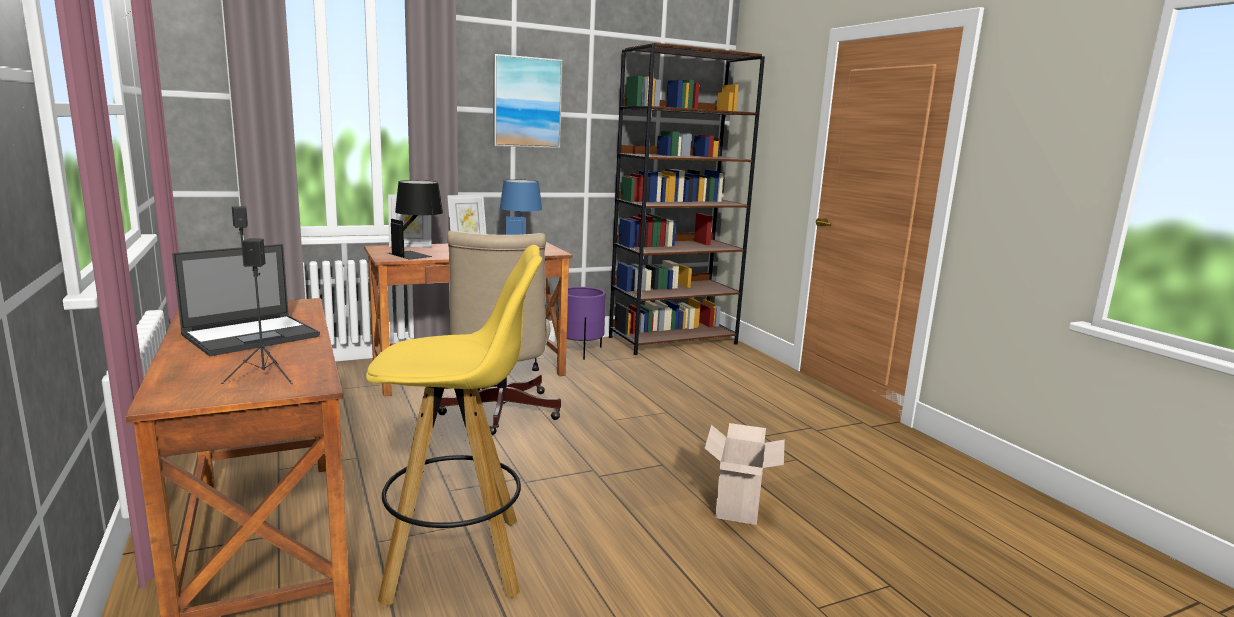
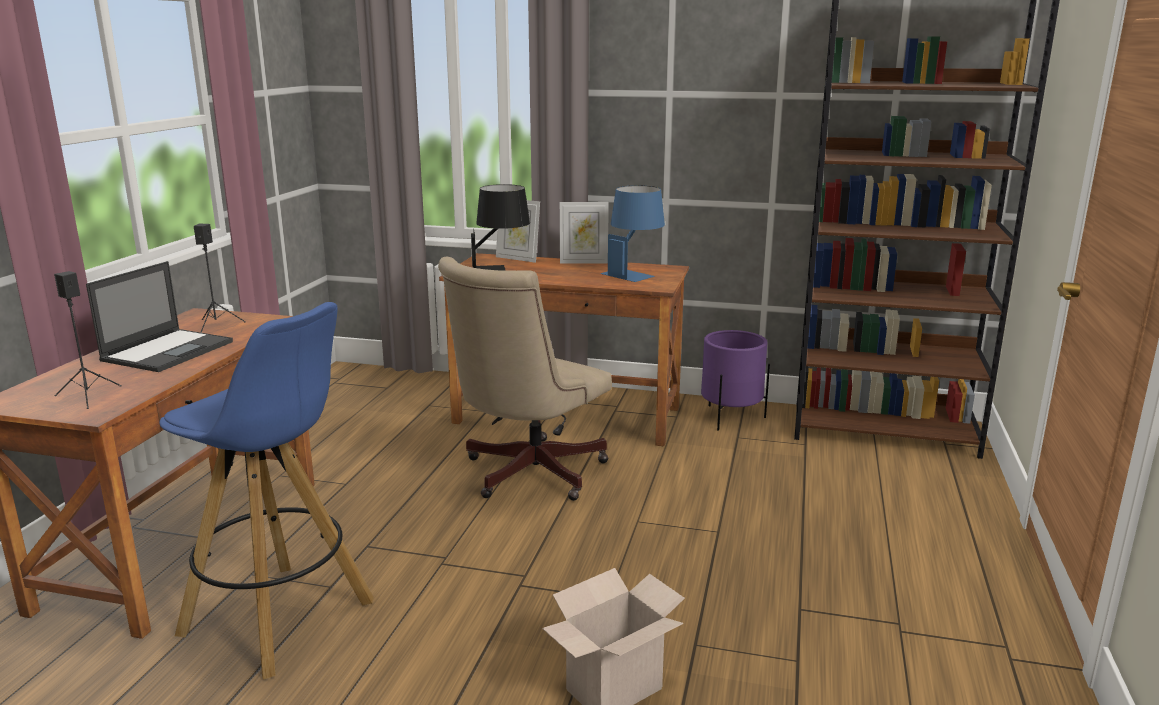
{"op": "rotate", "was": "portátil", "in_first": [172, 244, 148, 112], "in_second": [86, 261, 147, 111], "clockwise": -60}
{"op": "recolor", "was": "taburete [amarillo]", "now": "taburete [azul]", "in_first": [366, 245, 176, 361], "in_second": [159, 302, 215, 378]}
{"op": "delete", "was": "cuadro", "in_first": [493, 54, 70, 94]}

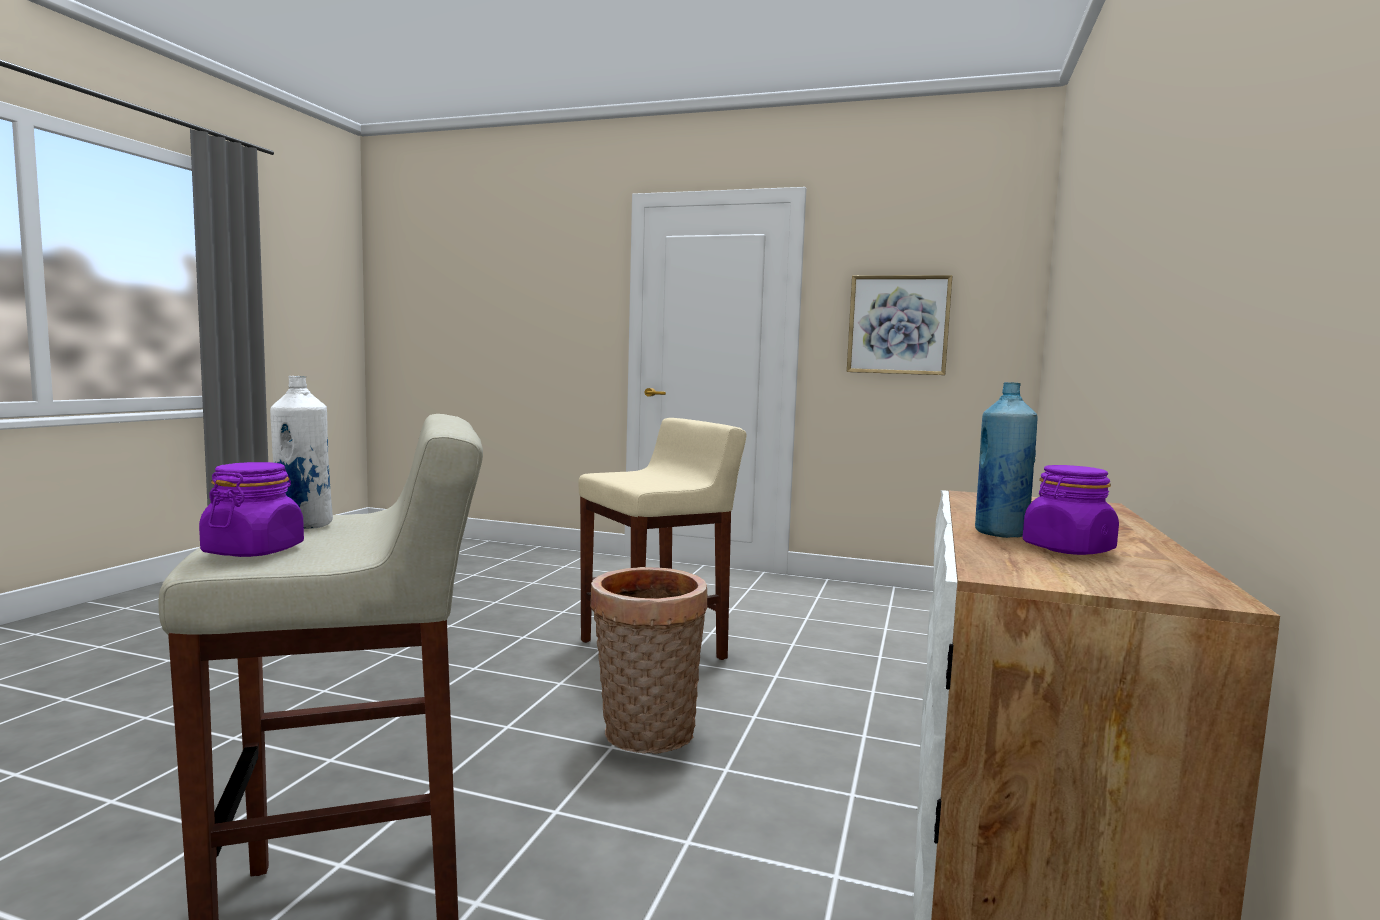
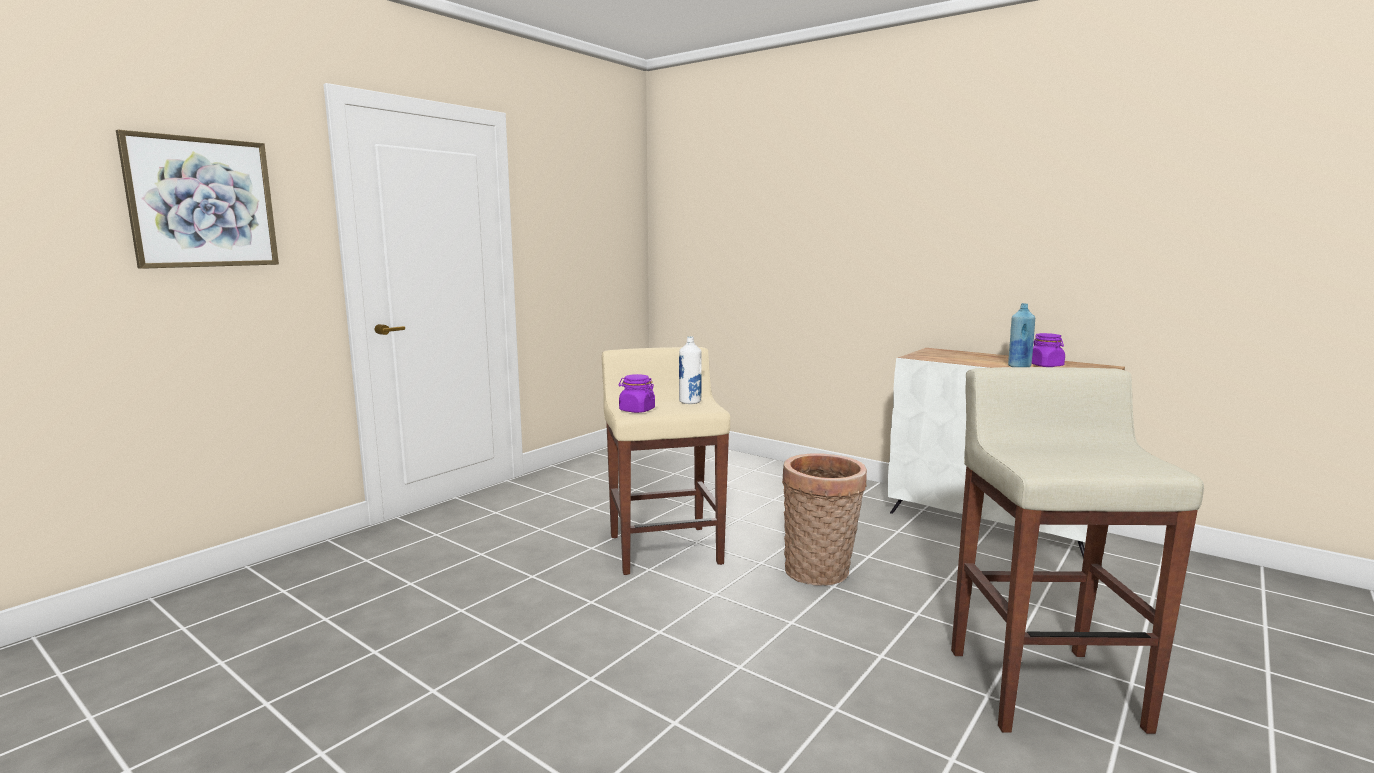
{"op": "move", "was": "cuadro", "in_first": [847, 275, 106, 100], "in_second": [116, 130, 163, 139]}
{"op": "move", "was": "tarro [morado]", "in_first": [199, 462, 105, 95], "in_second": [619, 374, 36, 39]}
{"op": "move", "was": "botella [blanco]", "in_first": [270, 376, 63, 153], "in_second": [679, 336, 23, 68]}

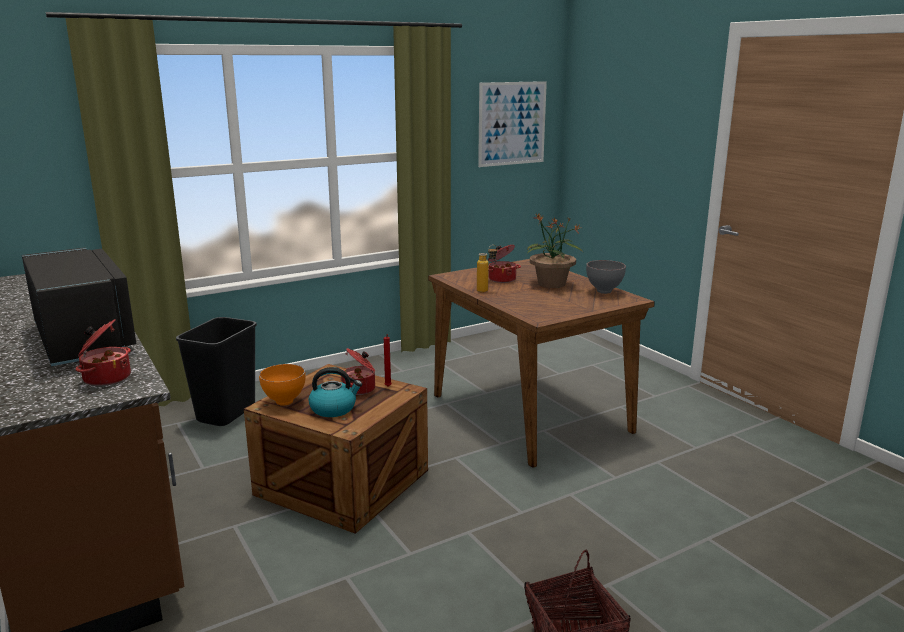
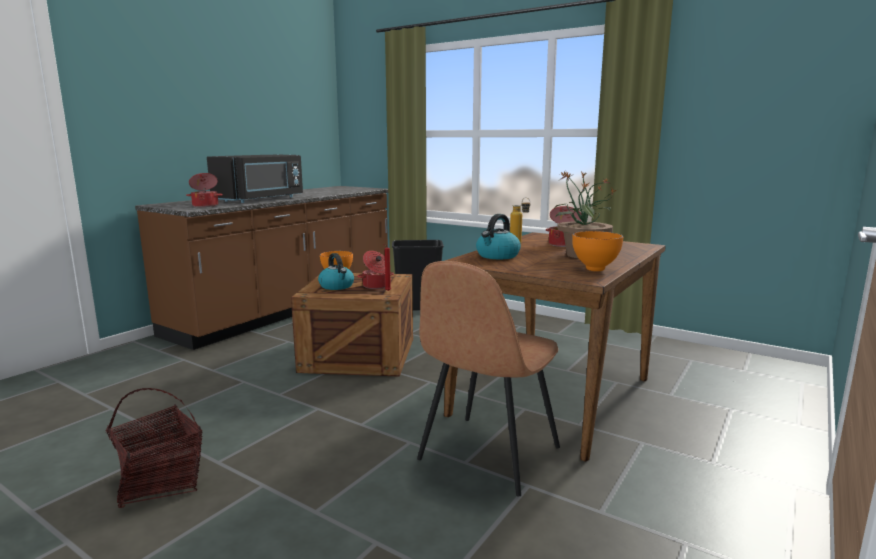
{"op": "insert", "now": "silla [marrón]", "in_second": [417, 261, 143, 235]}
{"op": "insert", "now": "hervidor", "in_second": [476, 214, 45, 45]}
{"op": "recolor", "was": "cuenco [gris]", "now": "cuenco [naranja]", "in_first": [586, 260, 40, 34], "in_second": [572, 231, 51, 40]}
{"op": "delete", "was": "cuadro", "in_first": [478, 81, 69, 86]}

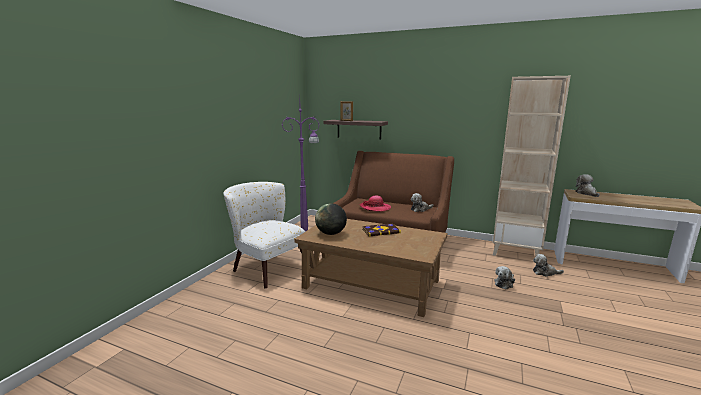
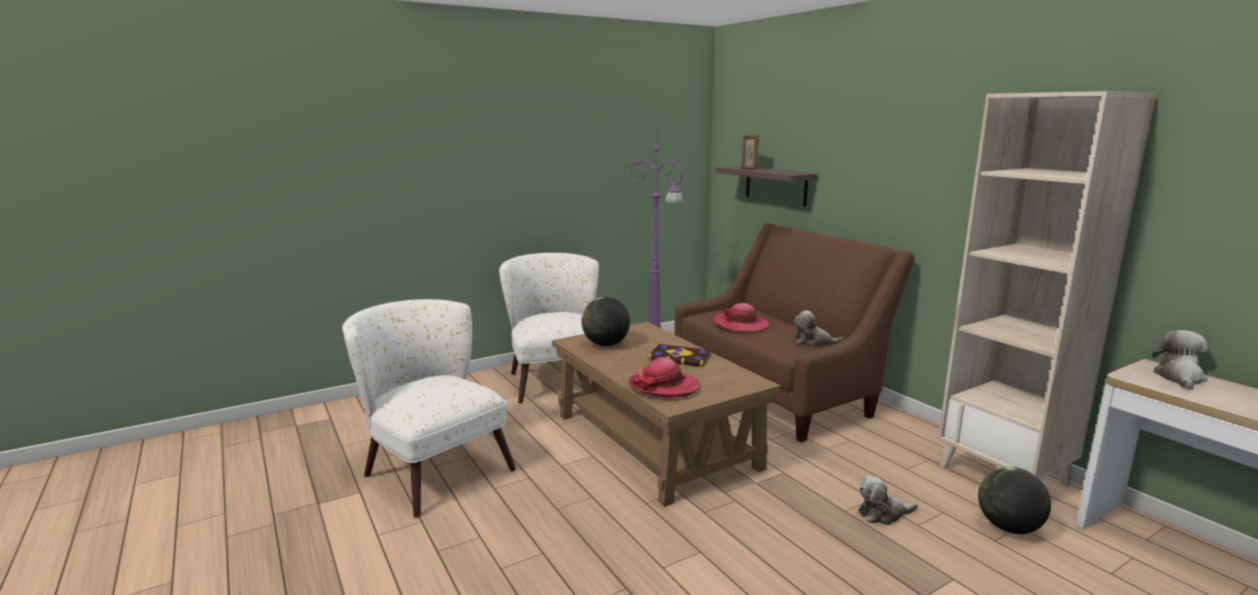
{"op": "insert", "now": "sillón [blanco]", "in_second": [342, 299, 174, 219]}
{"op": "insert", "now": "sombrero", "in_second": [628, 357, 72, 40]}
{"op": "replace", "was": "peluche", "now": "globo terráqueo", "in_first": [533, 254, 31, 23], "in_second": [978, 466, 73, 68]}

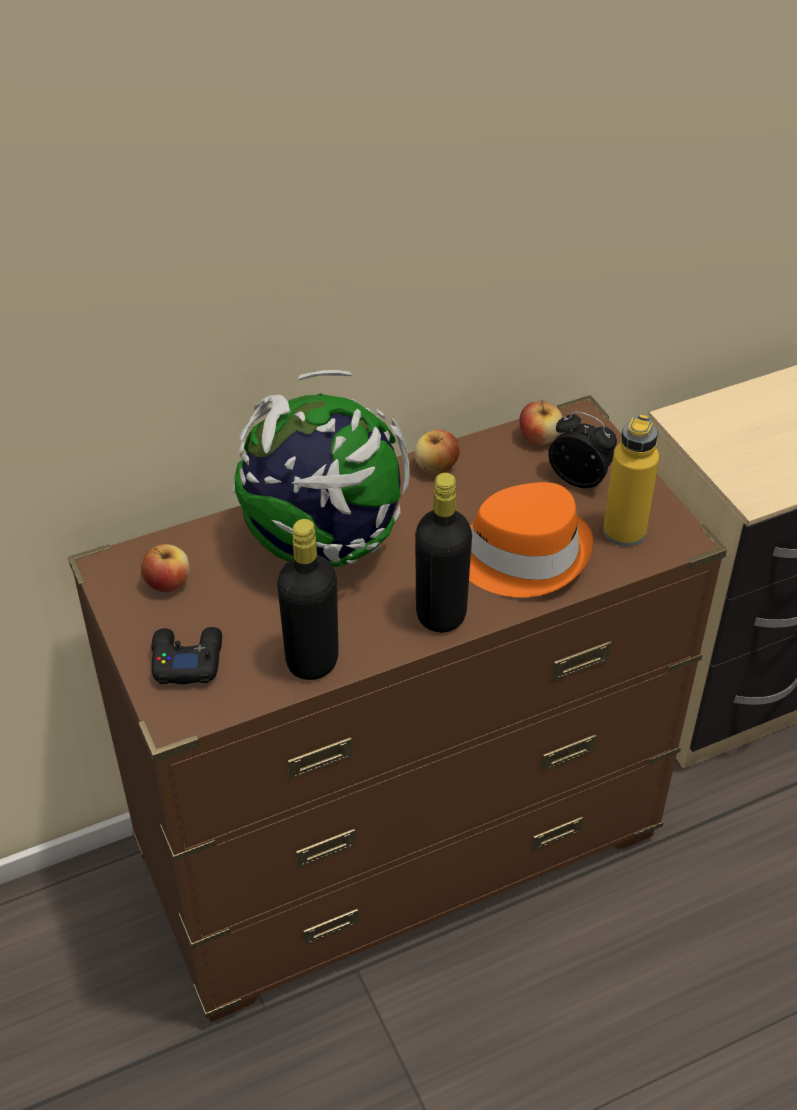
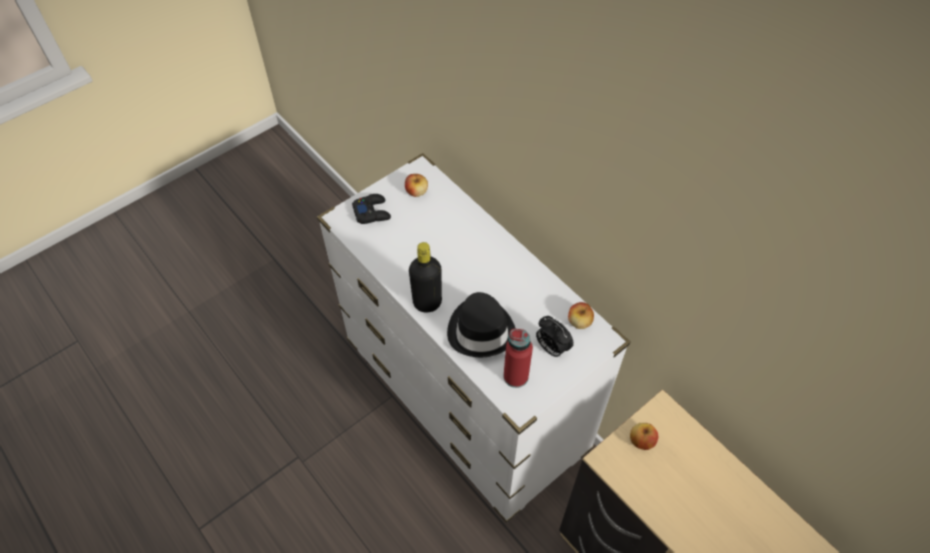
{"op": "recolor", "was": "cómoda [marrón]", "now": "cómoda [blanco]", "in_first": [68, 395, 659, 627], "in_second": [317, 153, 313, 370]}
{"op": "recolor", "was": "sombrero [naranja]", "now": "sombrero [negro]", "in_first": [469, 482, 125, 115], "in_second": [447, 292, 69, 65]}
{"op": "recolor", "was": "botella [amarillo]", "now": "botella [rojo]", "in_first": [603, 414, 56, 133], "in_second": [503, 329, 30, 59]}
{"op": "rotate", "was": "despertador", "in_first": [548, 411, 69, 77], "in_second": [536, 316, 38, 42], "clockwise": 120}
{"op": "move", "was": "manzana", "in_first": [415, 430, 45, 45], "in_second": [630, 423, 28, 27]}
{"op": "delete", "was": "globo terráqueo", "in_first": [232, 370, 178, 197]}
{"op": "delete", "was": "botella [negro]", "in_first": [277, 519, 62, 161]}

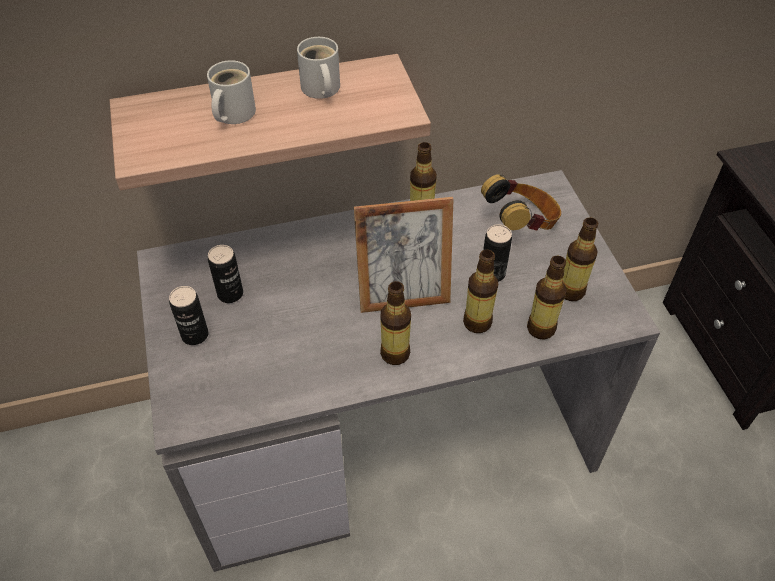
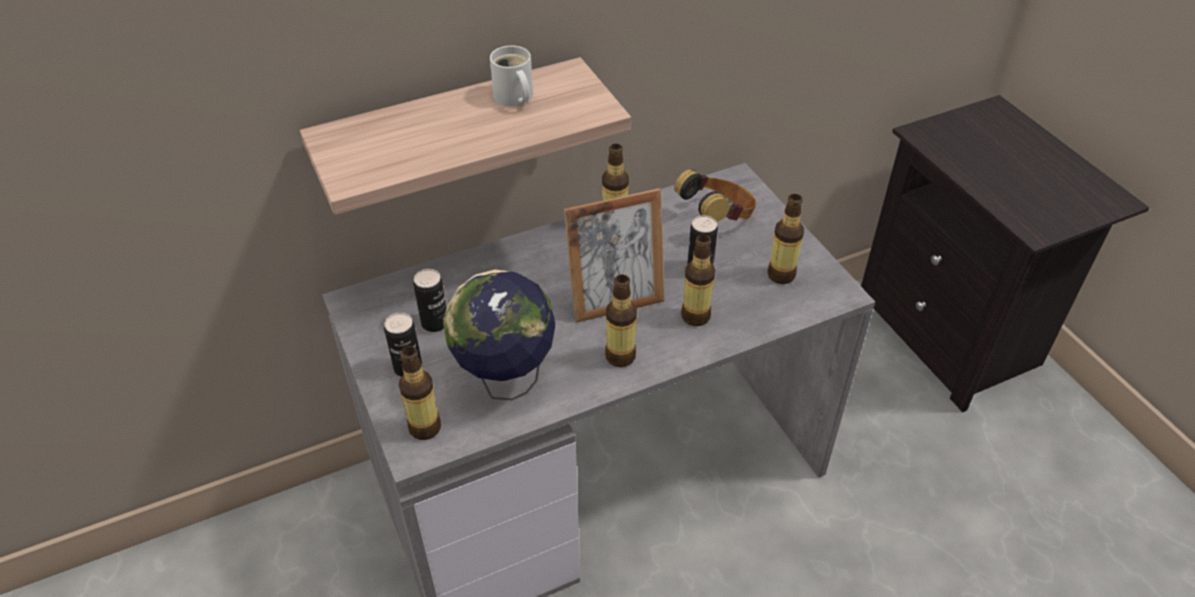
{"op": "move", "was": "botella", "in_first": [527, 256, 40, 84], "in_second": [398, 346, 43, 94]}
{"op": "insert", "now": "globo terráqueo", "in_second": [443, 270, 112, 130]}
{"op": "delete", "was": "taza grande [blanco]", "in_first": [207, 60, 49, 64]}

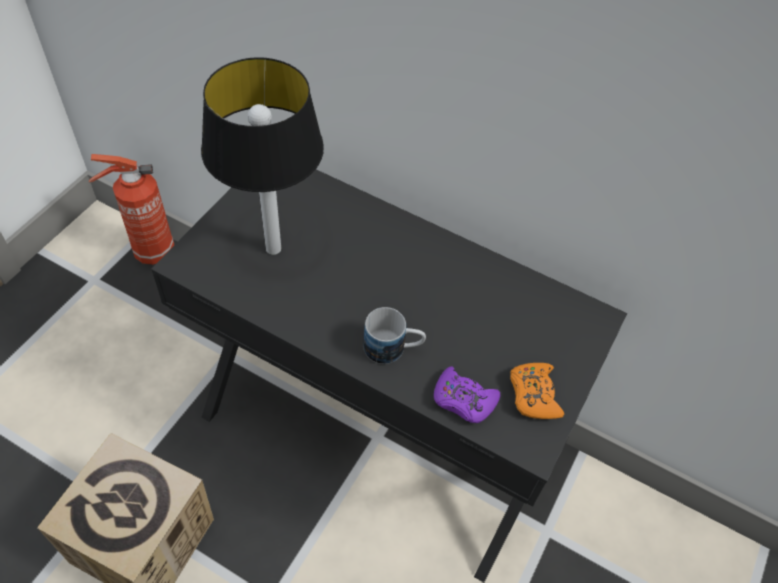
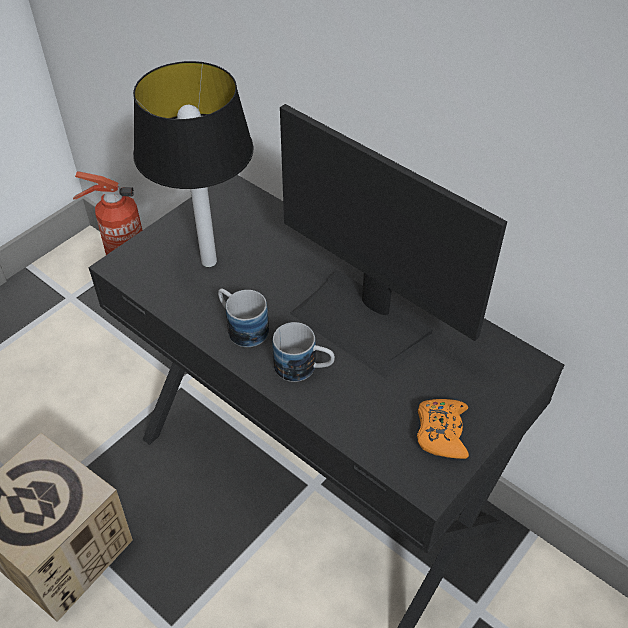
{"op": "insert", "now": "taza grande", "in_second": [218, 289, 51, 58]}
{"op": "insert", "now": "monitor", "in_second": [280, 104, 227, 274]}
{"op": "delete", "was": "mando de consola [morado]", "in_first": [434, 366, 66, 57]}

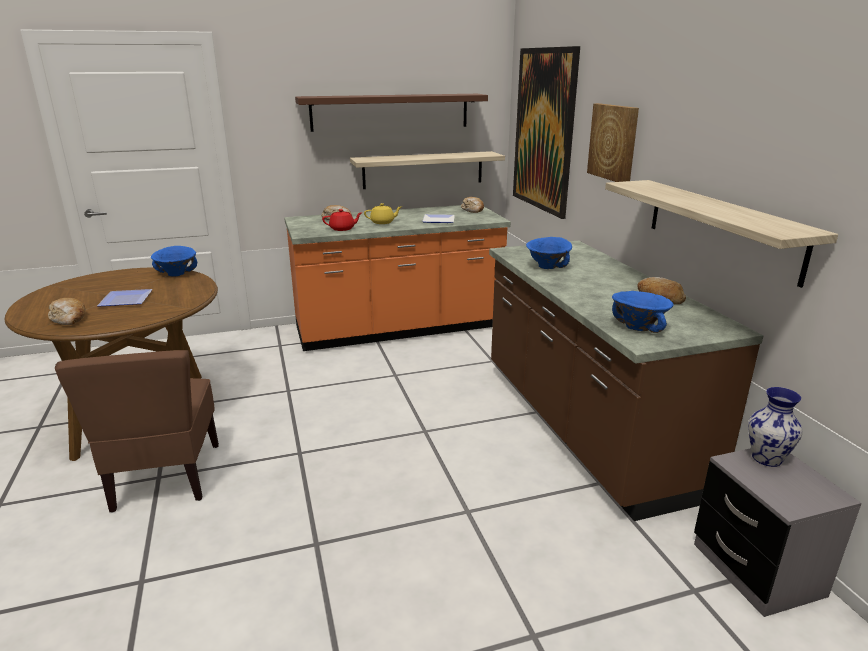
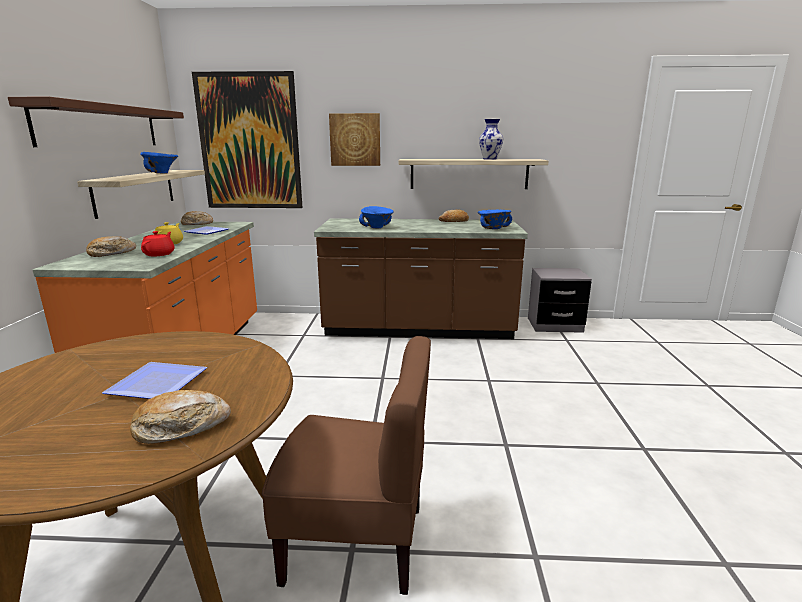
{"op": "move", "was": "cuenco [azul]", "in_first": [151, 246, 46, 31], "in_second": [140, 152, 38, 21]}
{"op": "move", "was": "florero", "in_first": [748, 387, 54, 80], "in_second": [479, 119, 24, 41]}

